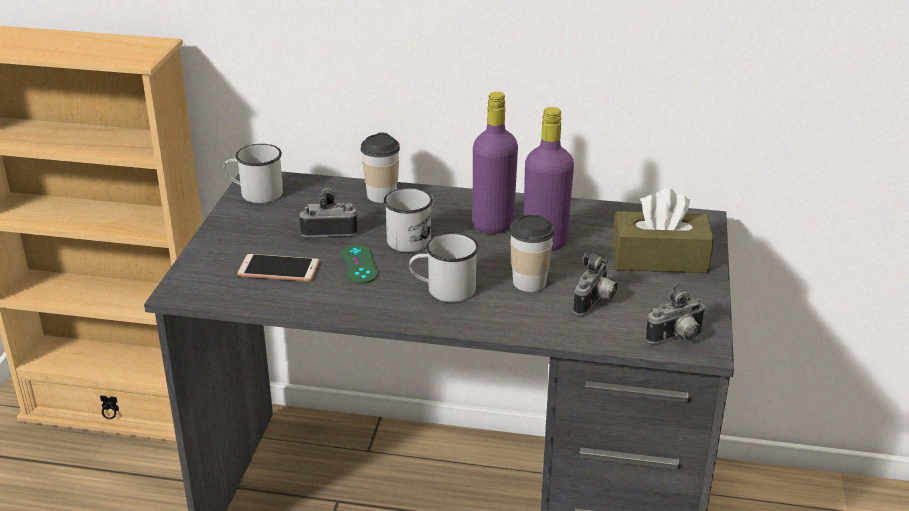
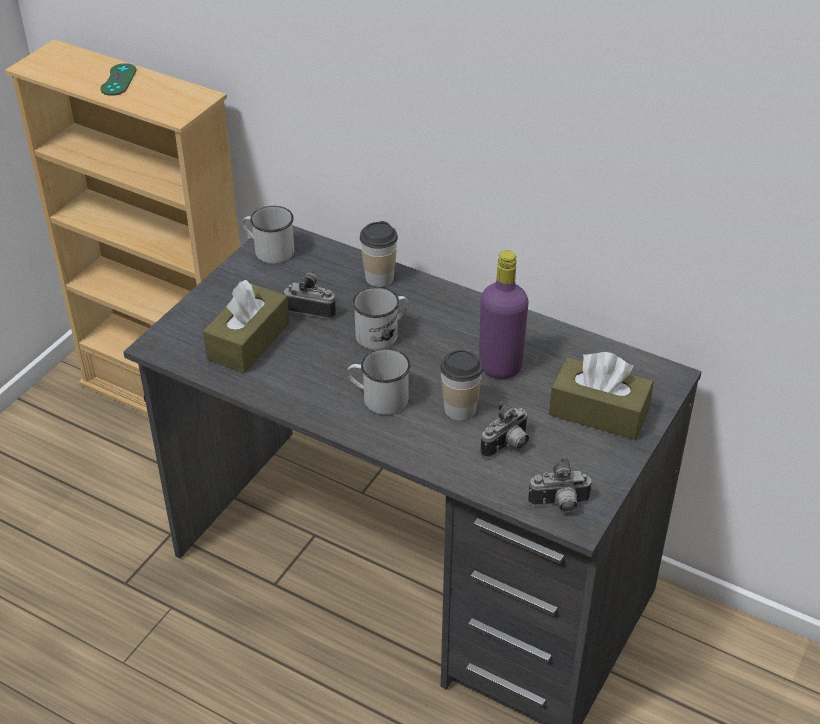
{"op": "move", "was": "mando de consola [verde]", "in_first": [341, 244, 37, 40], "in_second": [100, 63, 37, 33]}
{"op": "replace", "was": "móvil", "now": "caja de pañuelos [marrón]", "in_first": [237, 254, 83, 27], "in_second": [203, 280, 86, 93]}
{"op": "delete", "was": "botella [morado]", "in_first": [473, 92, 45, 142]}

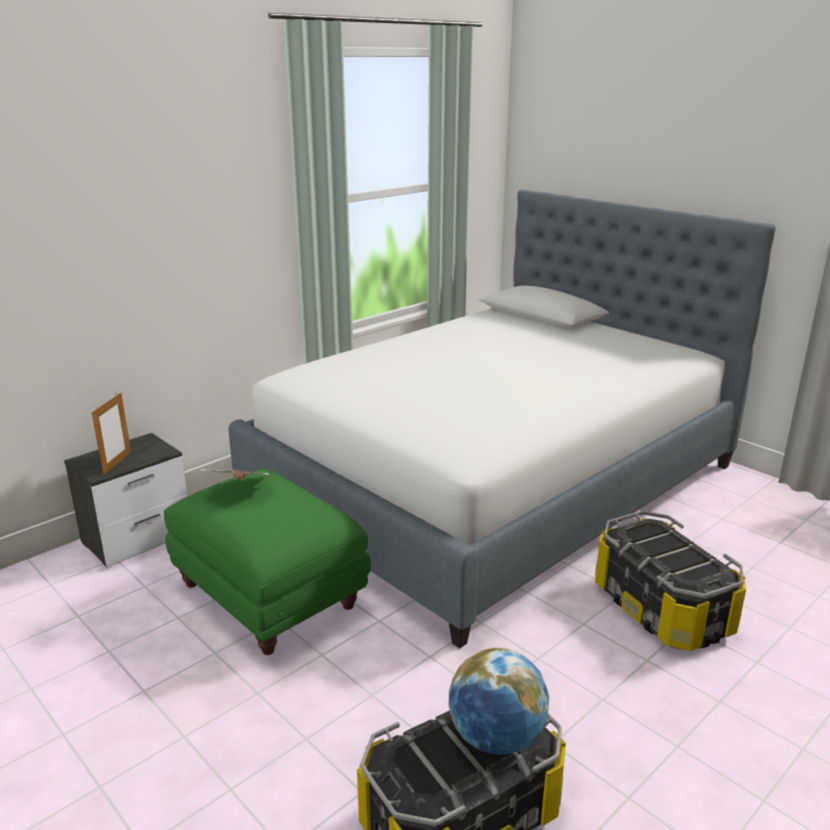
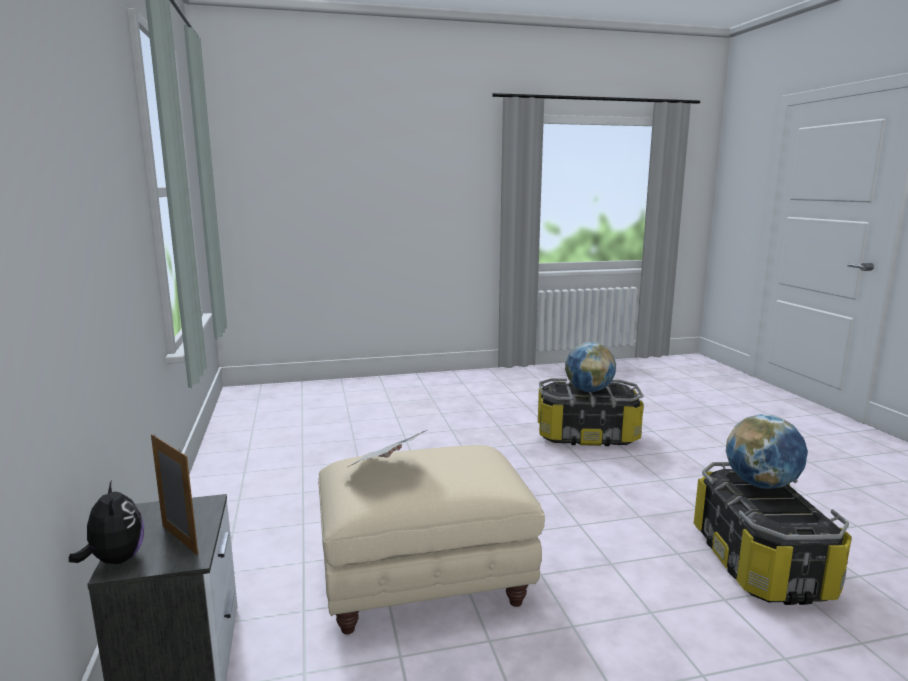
{"op": "insert", "now": "peluche", "in_second": [69, 481, 75, 83]}
{"op": "recolor", "was": "puf [verde]", "now": "puf [beis]", "in_first": [164, 469, 207, 186], "in_second": [318, 445, 227, 190]}
{"op": "insert", "now": "globo terráqueo", "in_second": [565, 342, 51, 50]}
{"op": "delete", "was": "cama", "in_first": [229, 189, 547, 459]}

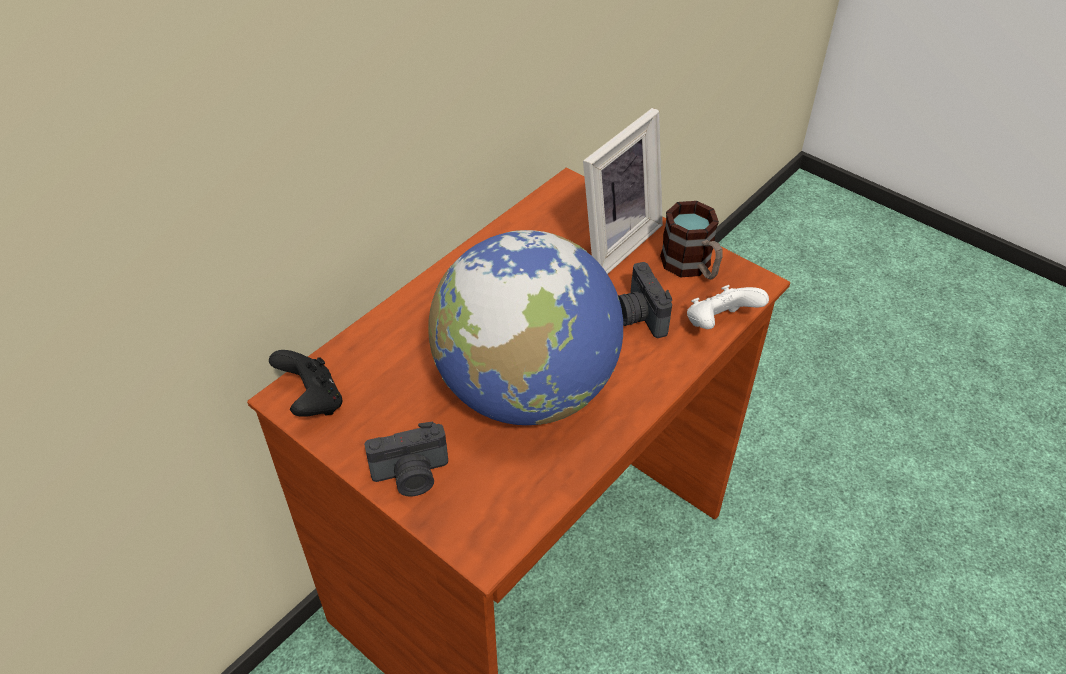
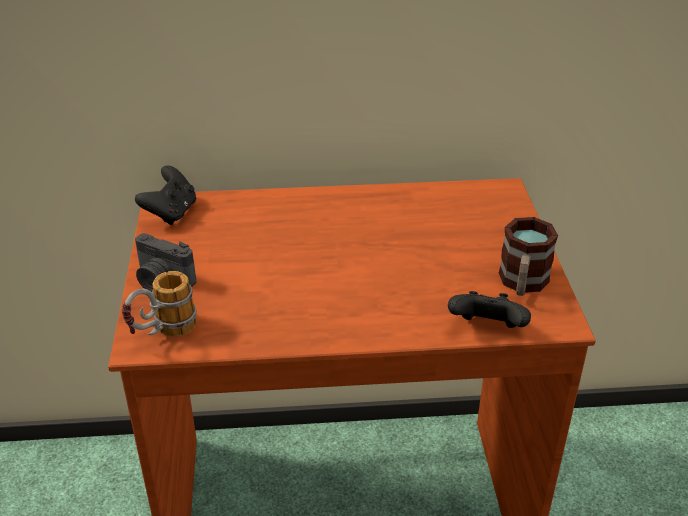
{"op": "insert", "now": "taza grande", "in_second": [122, 271, 75, 66]}
{"op": "recolor", "was": "mando de consola [blanco]", "now": "mando de consola [negro]", "in_first": [687, 285, 82, 44], "in_second": [448, 291, 83, 37]}
{"op": "delete", "was": "globo terráqueo", "in_first": [428, 230, 195, 195]}
{"op": "delete", "was": "portarretratos", "in_first": [583, 108, 80, 166]}
{"op": "delete", "was": "cámara", "in_first": [618, 262, 54, 76]}

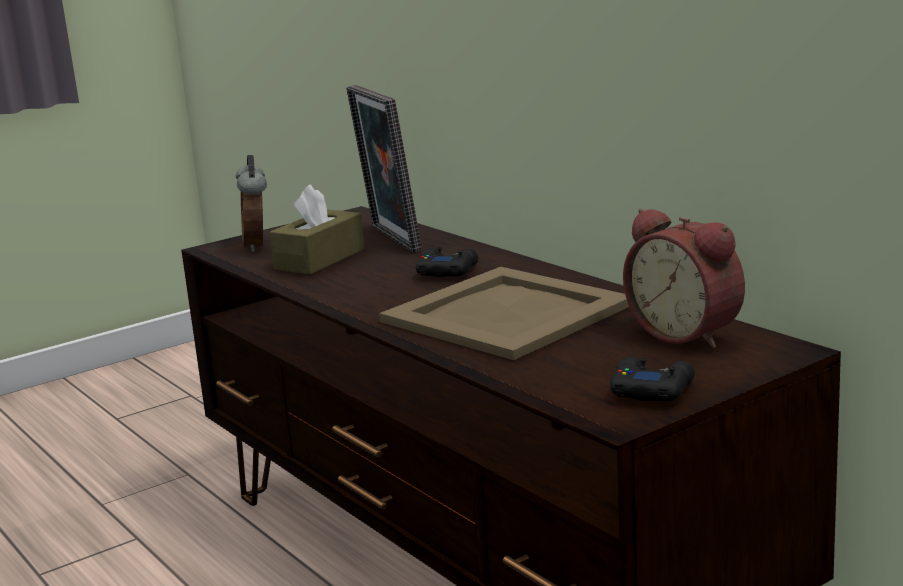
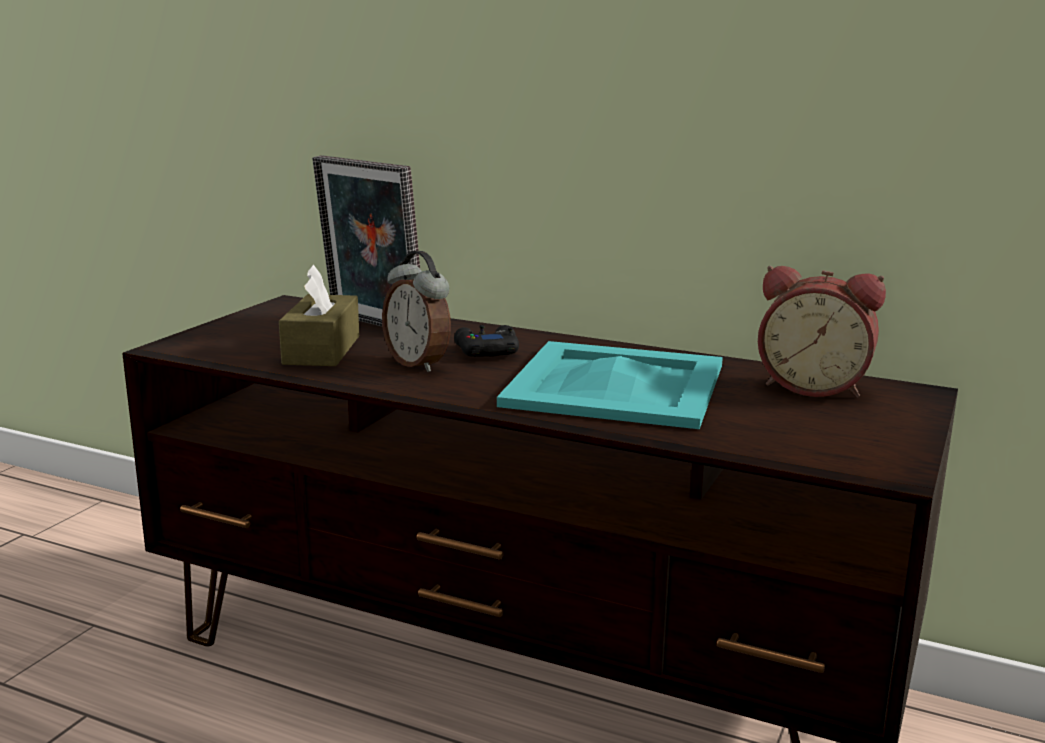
{"op": "move", "was": "despertador", "in_first": [235, 155, 32, 97], "in_second": [382, 251, 69, 121]}
{"op": "recolor", "was": "bandeja [beis]", "now": "bandeja [turquesa]", "in_first": [379, 267, 250, 93], "in_second": [497, 341, 226, 88]}
{"op": "delete", "was": "mando de consola [negro]", "in_first": [610, 356, 85, 46]}

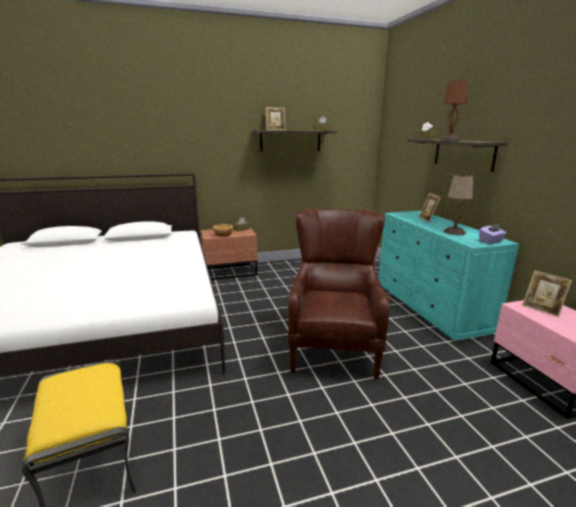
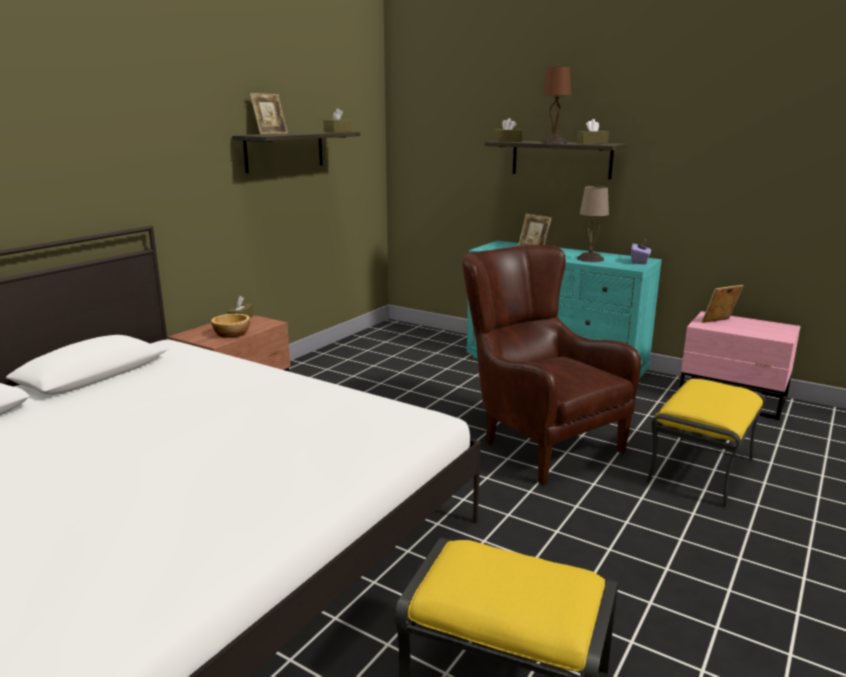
{"op": "insert", "now": "caja de pañuelos [marrón]", "in_second": [577, 119, 32, 25]}
{"op": "insert", "now": "puf [amarillo]", "in_second": [646, 378, 120, 130]}
{"op": "rotate", "was": "portarretratos", "in_first": [522, 270, 50, 47], "in_second": [701, 285, 42, 38], "clockwise": 150}

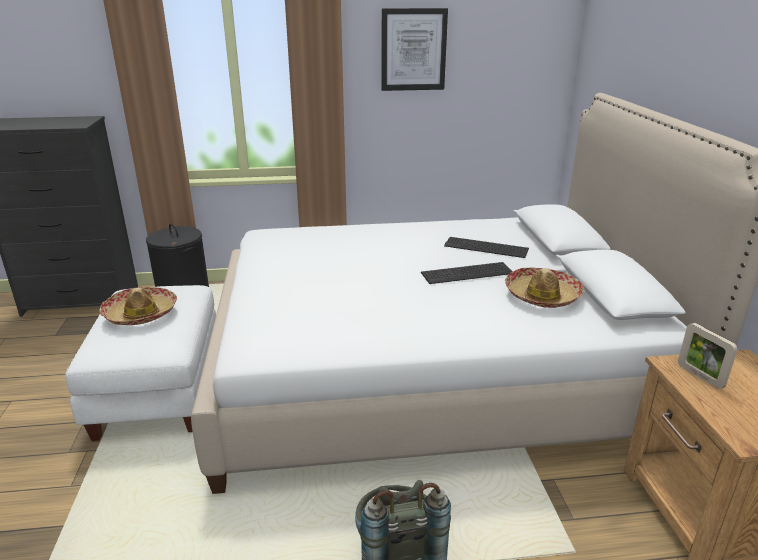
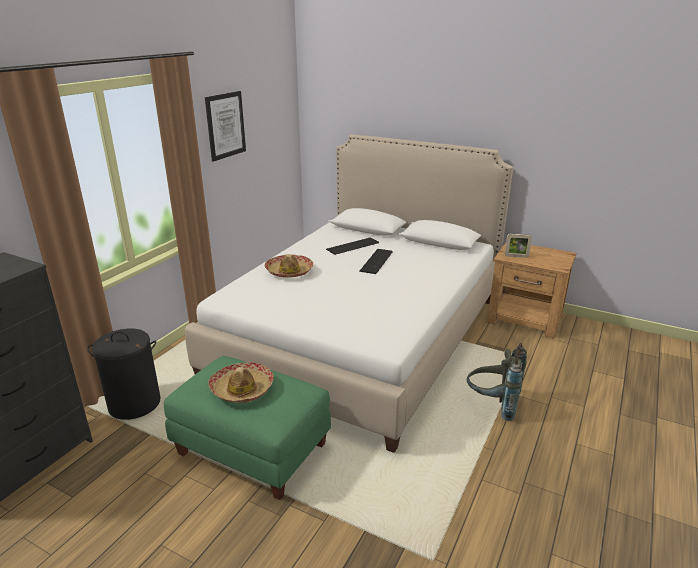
{"op": "recolor", "was": "puf [blanco]", "now": "puf [verde]", "in_first": [66, 285, 150, 156], "in_second": [164, 356, 167, 144]}
{"op": "move", "was": "sombrero", "in_first": [505, 267, 79, 41], "in_second": [265, 254, 48, 24]}

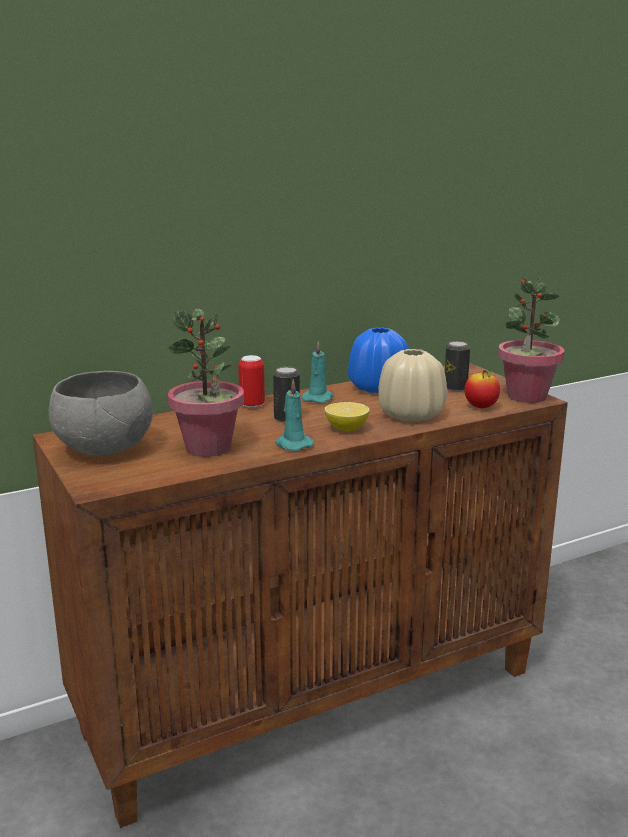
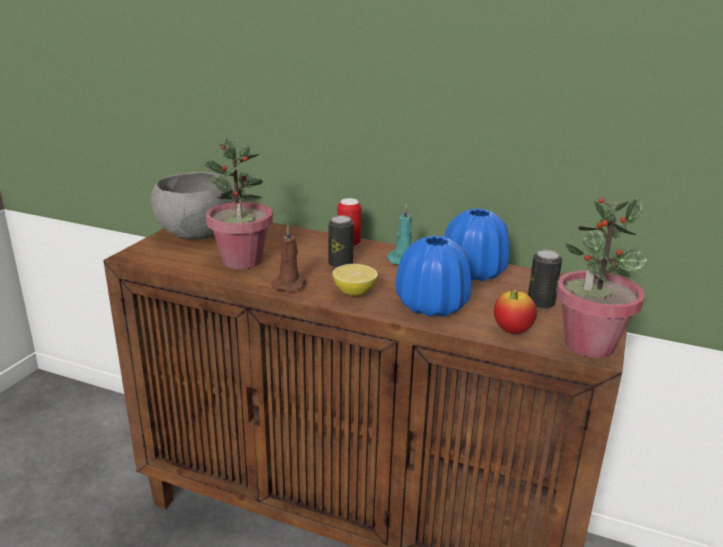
{"op": "recolor", "was": "vela [turquesa]", "now": "vela [marrón]", "in_first": [275, 379, 38, 72], "in_second": [271, 225, 35, 67]}
{"op": "recolor", "was": "florero [beis]", "now": "florero [azul]", "in_first": [378, 349, 69, 73], "in_second": [396, 236, 75, 81]}

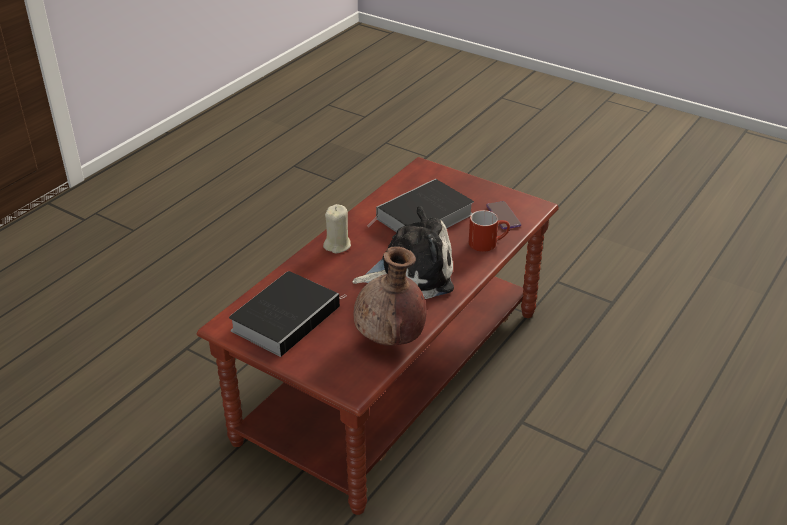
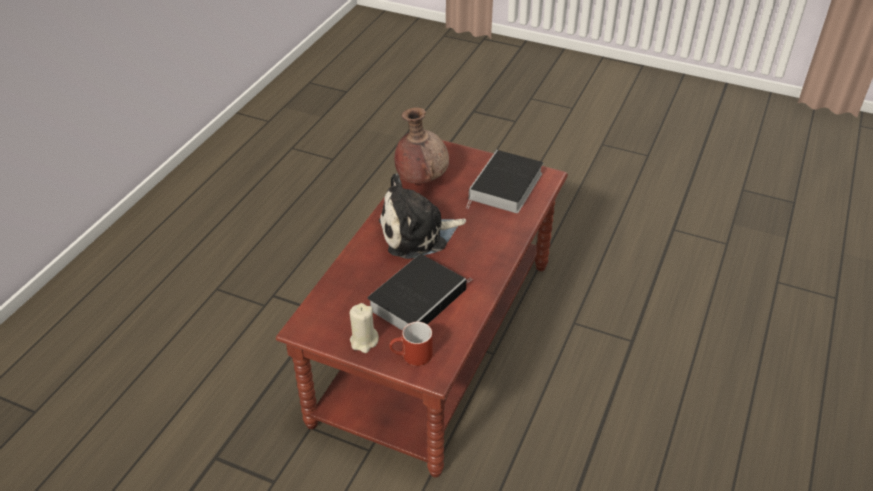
{"op": "move", "was": "vela [beis]", "in_first": [323, 204, 28, 49], "in_second": [350, 303, 29, 50]}
{"op": "move", "was": "taza grande [rojo]", "in_first": [469, 210, 41, 42], "in_second": [389, 322, 44, 44]}
{"op": "delete", "was": "móvil", "in_first": [486, 201, 35, 28]}

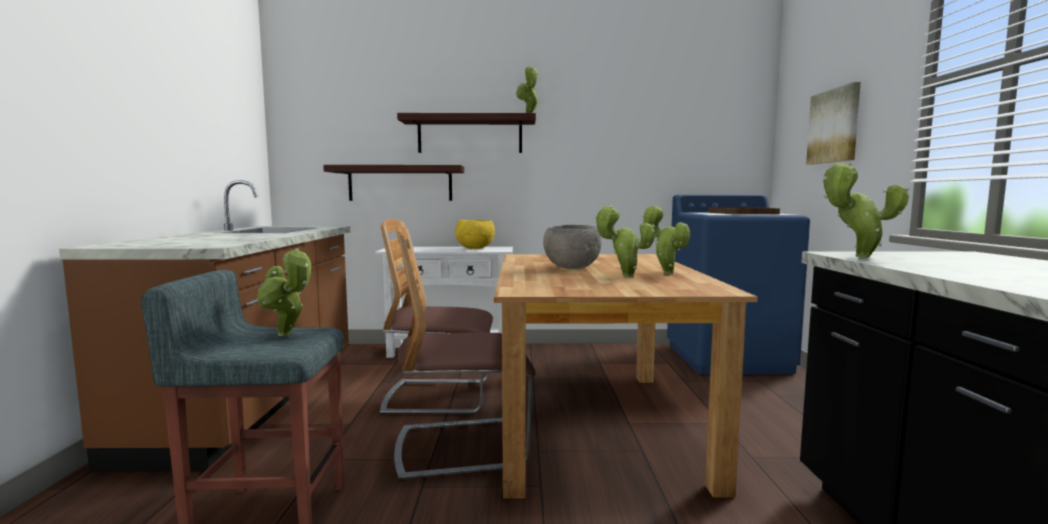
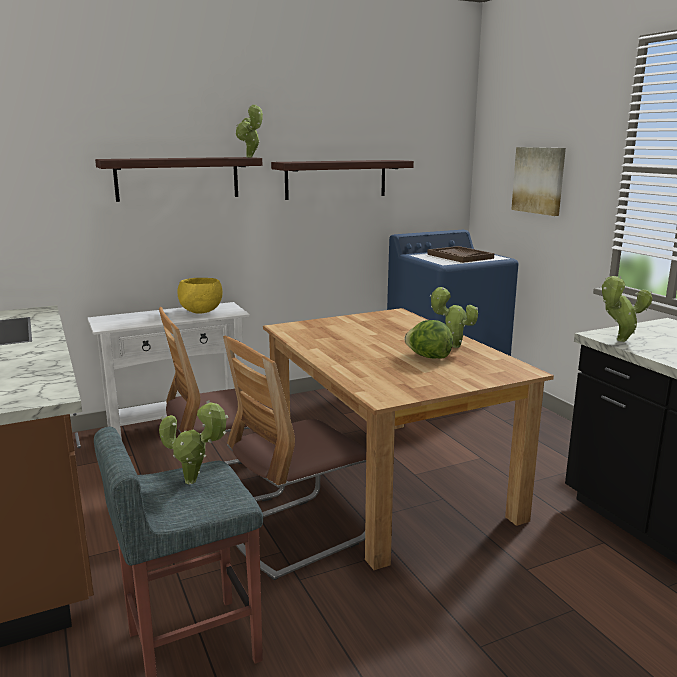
{"op": "move", "was": "estante", "in_first": [323, 165, 141, 36], "in_second": [271, 160, 143, 40]}
{"op": "replace", "was": "planta en maceta", "now": "lechuga", "in_first": [595, 205, 60, 72], "in_second": [404, 320, 49, 38]}
{"op": "delete", "was": "cuenco [gris]", "in_first": [543, 225, 58, 44]}

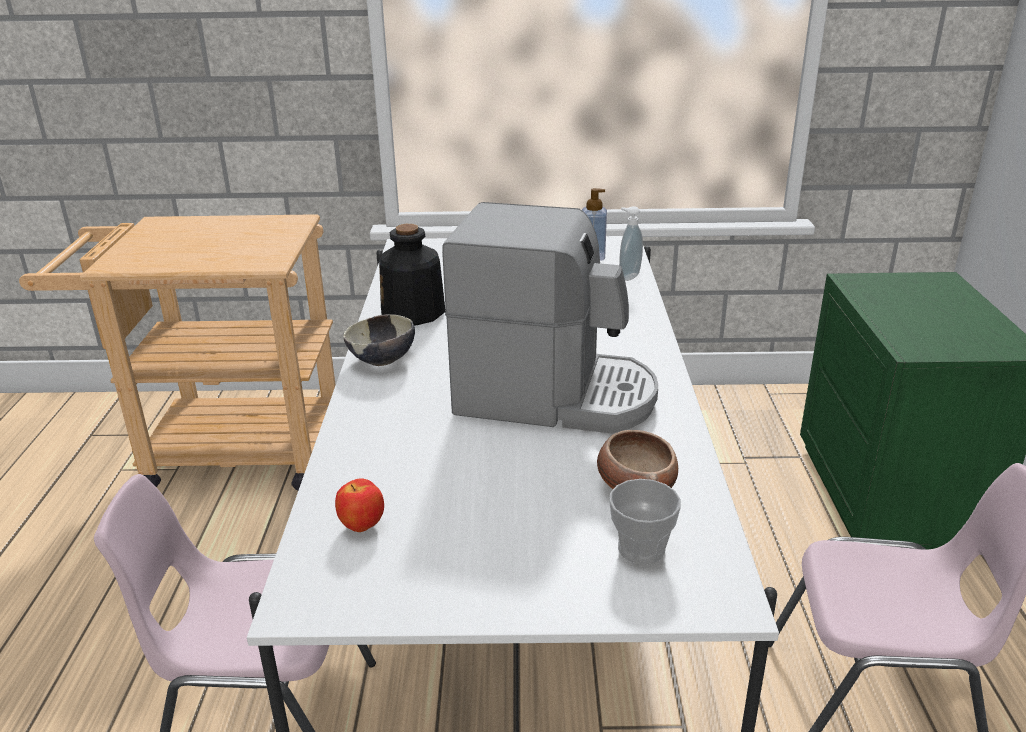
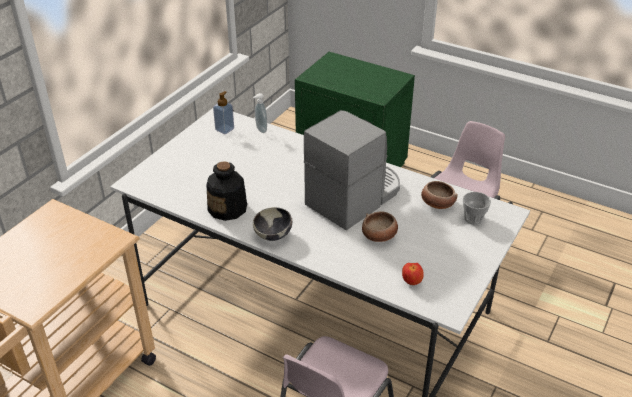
{"op": "insert", "now": "cuenco", "in_second": [362, 211, 36, 31]}

